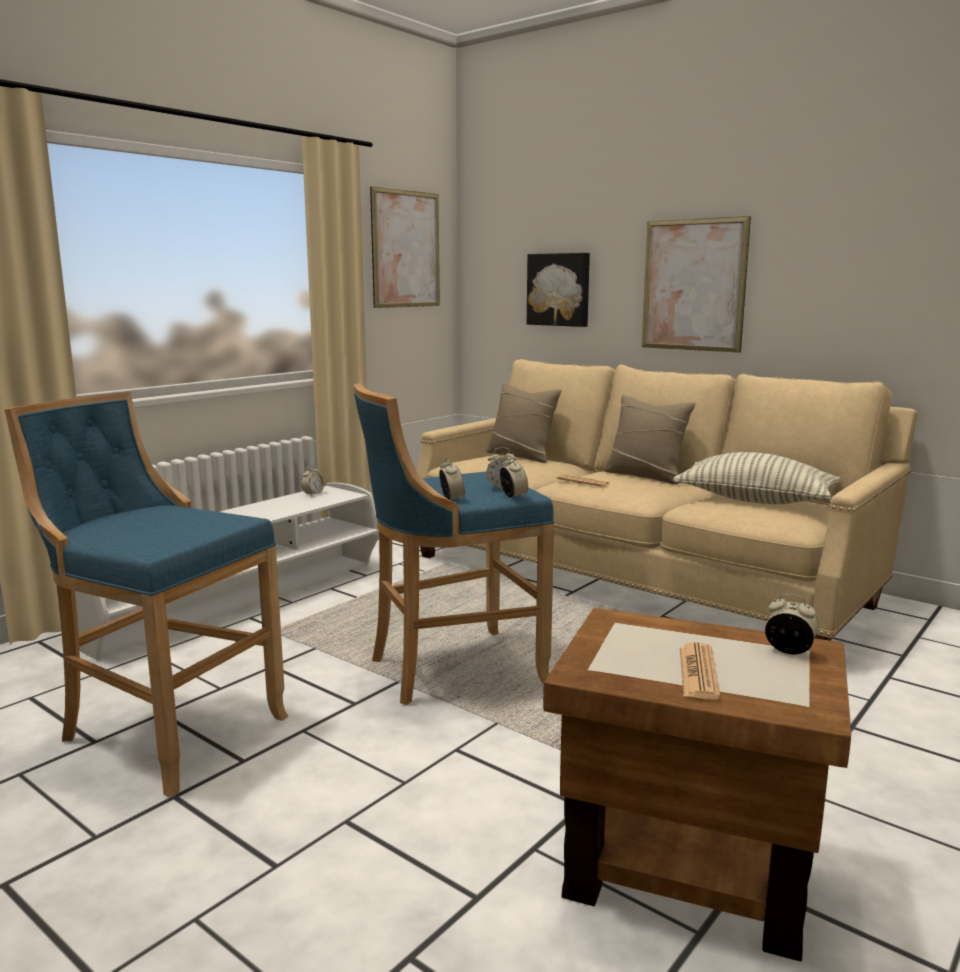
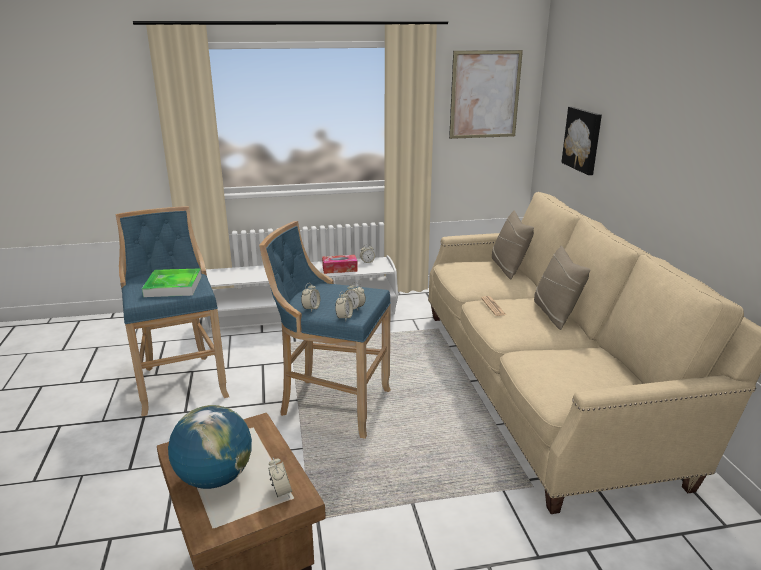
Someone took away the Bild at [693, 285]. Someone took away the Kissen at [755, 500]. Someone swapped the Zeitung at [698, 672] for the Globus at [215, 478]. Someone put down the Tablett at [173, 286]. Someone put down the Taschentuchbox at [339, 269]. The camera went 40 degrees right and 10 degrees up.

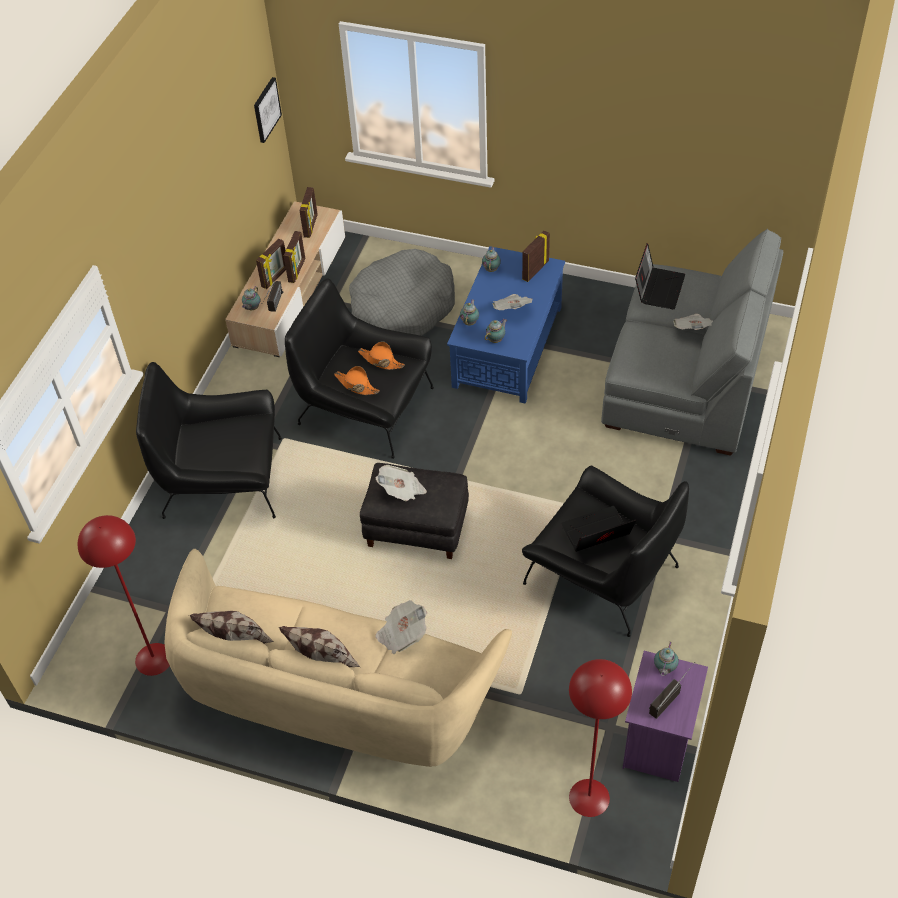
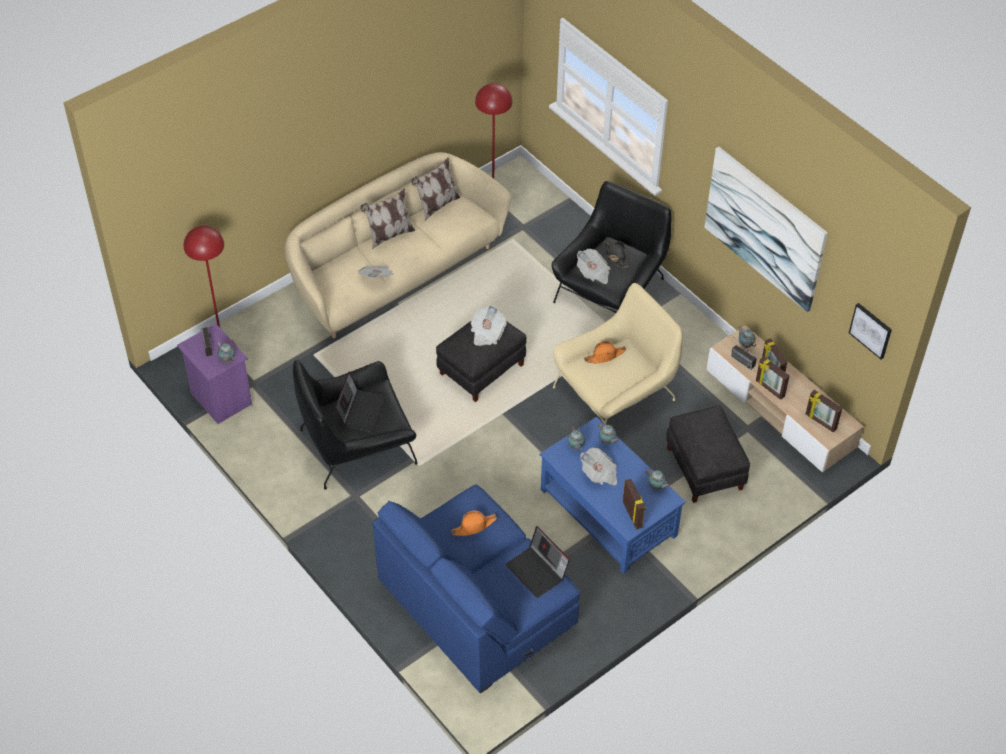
Someone repainted the Sessel (schwarz) at [364, 407], which became the Sessel (beige) at [615, 394]. Someone swapped the Hundebett (grau) at [402, 308] for the Polsterhocker (schwarz) at [705, 468]. Someone carried the Hut (orange) from [381, 361] to [474, 526]. Someone repainted the Sofa (grau) at [684, 381], which became the Sofa (blau) at [477, 605]. Someone carried the Zeitung from [692, 330] to [593, 273]. Someone put down the Hut (schwarz) at [615, 256]. Someone put up the Bild at [764, 228]. The camera went 120 degrees right and 0 degrees up.

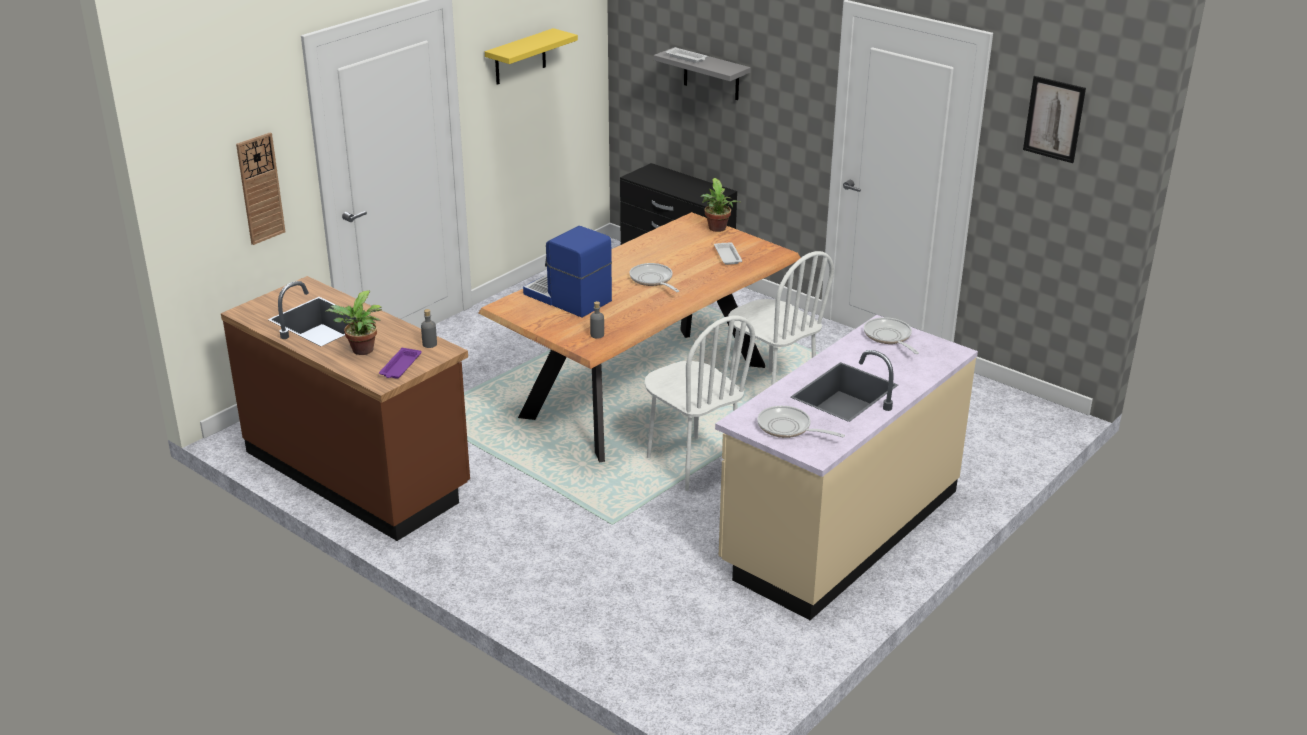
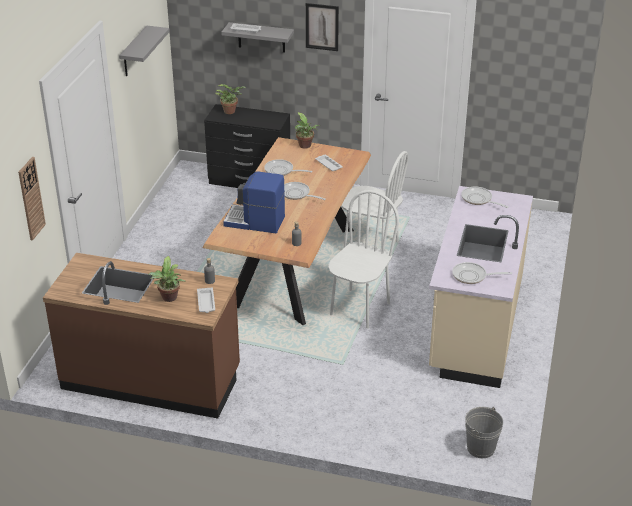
Someone repainted the Tablett (lila) at [400, 367], which became the Tablett (weiß) at [206, 303]. Someone repainted the Wandregal (gelb) at [520, 57], which became the Wandregal (grau) at [134, 52]. Someone rotated the Stuhl (weiß) at [692, 463] by 90 degrees counterclockwise. Someone carried the Bild from [1054, 119] to [322, 27]. Someone put down the Topfpflanze at [231, 111]. Someone put down the Pfanne at [281, 171]. Someone put down the Eimer (grau) at [481, 448]. The camera went 25 degrees left and 5 degrees up.

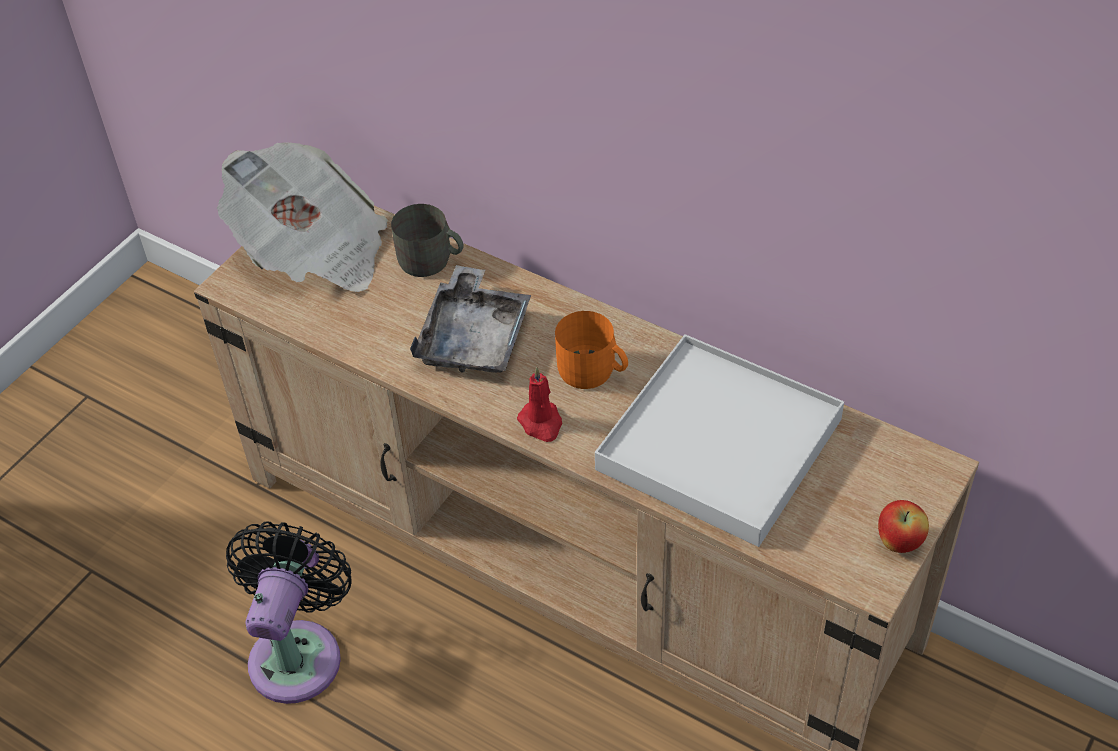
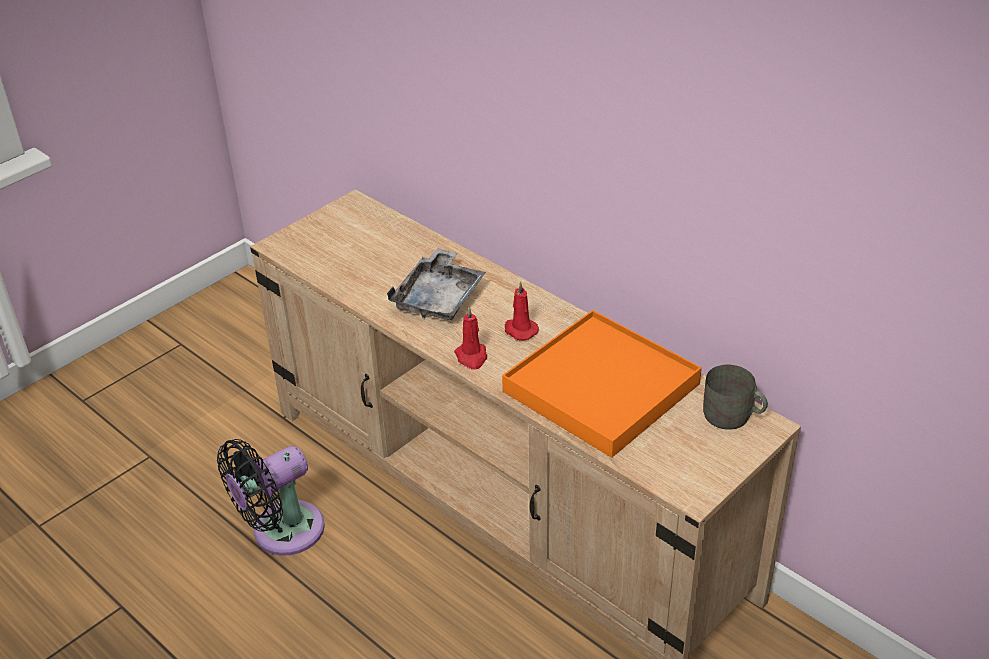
Someone took away the Zeitung at [313, 250]. Someone rotated the Ventilator (schwarz) at [298, 652] by 150 degrees counterclockwise. Someone carried the Henkelbecher (grau) from [431, 261] to [733, 416]. Someone swapped the Henkelbecher (orange) at [592, 372] for the Kerze (rot) at [519, 330]. Someone repainted the Tablett (weiß) at [719, 444], which became the Tablett (orange) at [601, 387]. Someone took away the Apfel at [899, 542]. The camera went 10 degrees right and 10 degrees down.

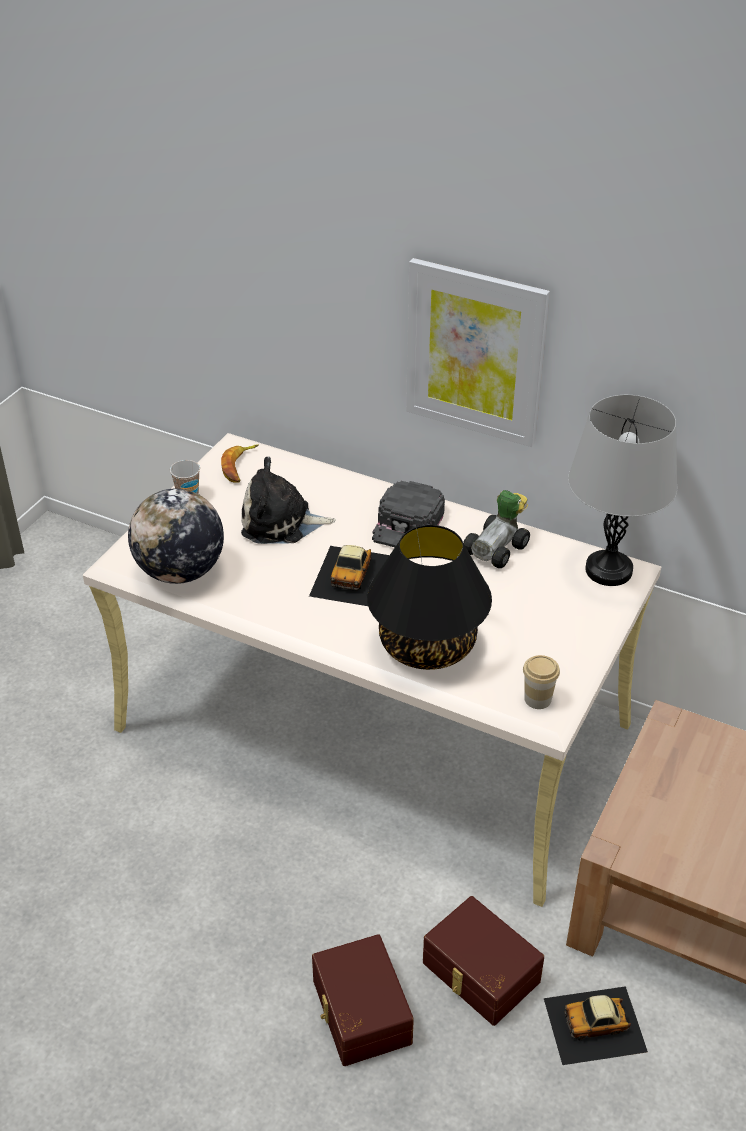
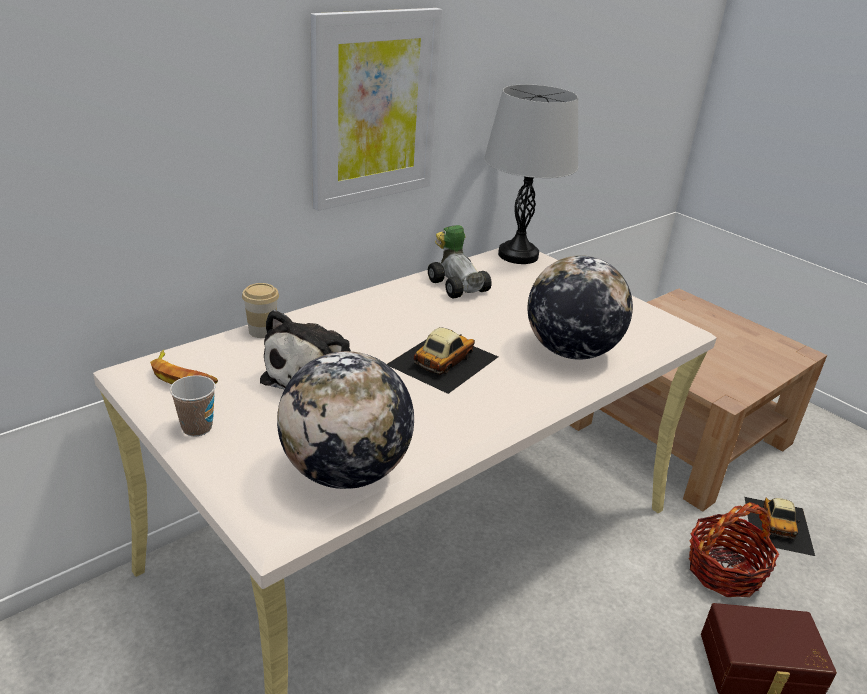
Someone rotated the Spielzeugauto at [352, 575] by 90 degrees counterclockwise. Someone swapped the Tischlampe (schwarz) at [428, 645] for the Globus at [570, 351]. Someone took away the Kappe (schwarz) at [408, 523]. Someone swapped the Aufbewahrungsbox (braun) at [479, 973] for the Korb at [724, 571]. Someone carried the Tasse from [537, 699] to [262, 331]. The camera went 70 degrees left and 10 degrees down.

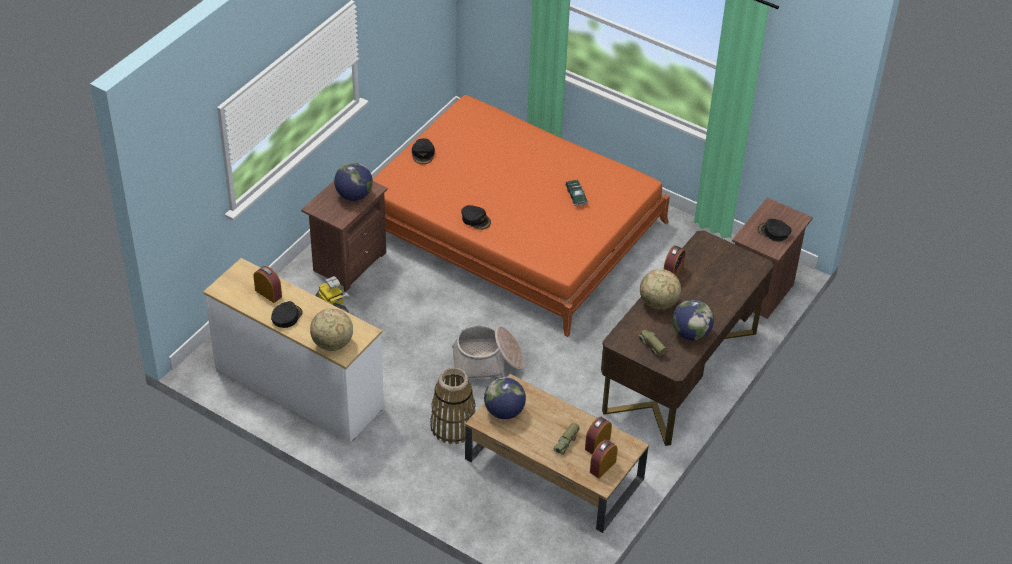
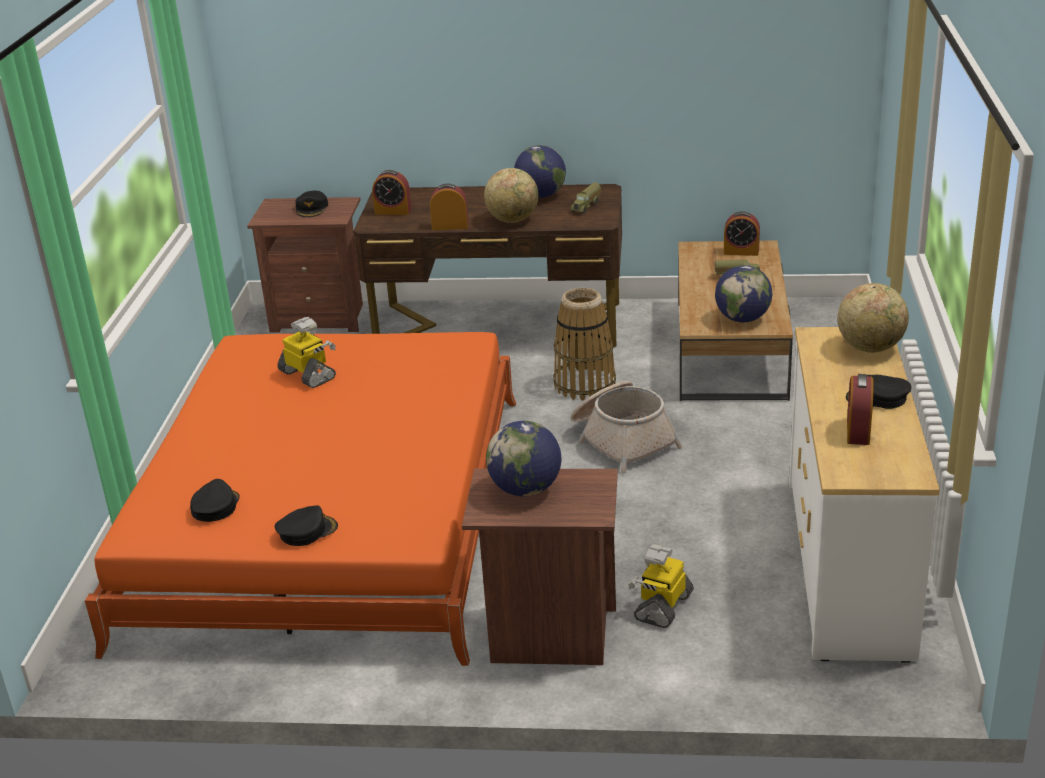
Someone carried the Korb from [453, 426] to [585, 384]. Someone carried the Kappe (schwarz) from [476, 219] to [215, 506]. Someone swapped the Spielzeugauto at [576, 196] for the Spielzeugroboter at [308, 375]. Someone carried the Wecker from [597, 444] to [393, 211]. The camera went 115 degrees left and 15 degrees down.

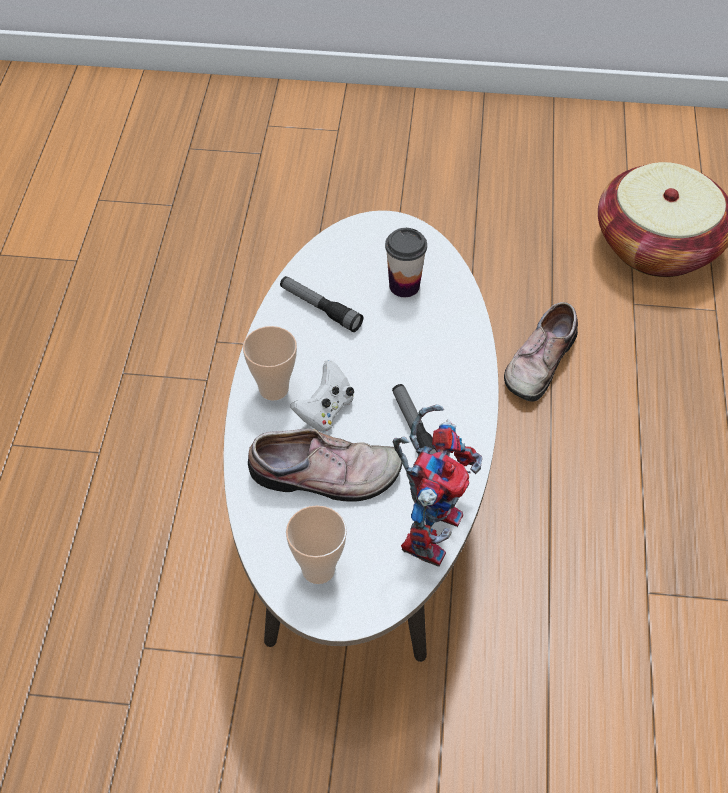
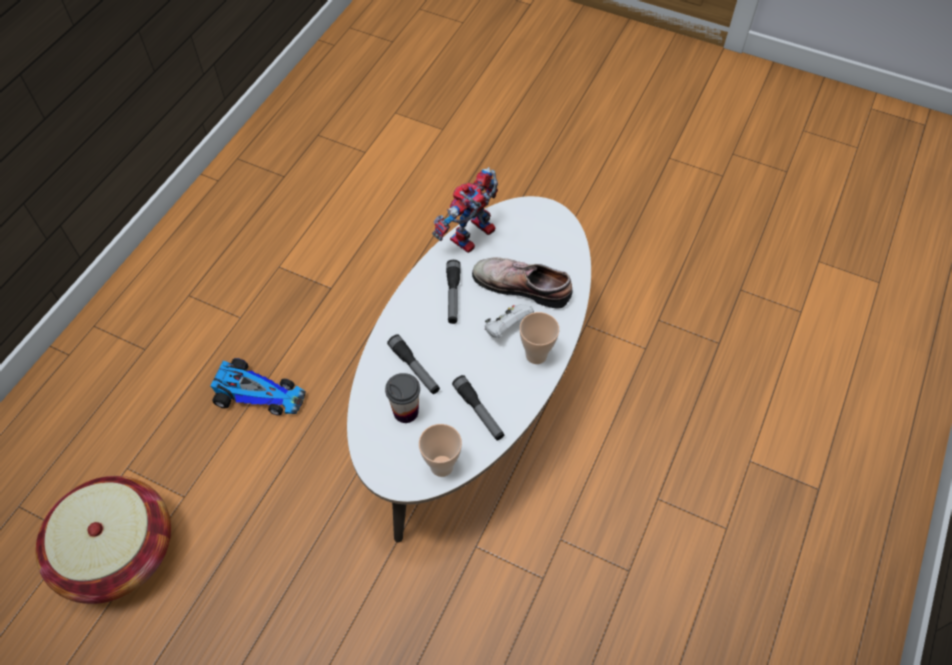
Someone carried the Tasse from [318, 569] to [442, 466]. Someone took away the Schuh at [537, 361]. Someone put down the Spielzeugauto at [259, 393]. Someone put down the Taschenlampe at [414, 368]. The camera went 160 degrees left and 5 degrees up.

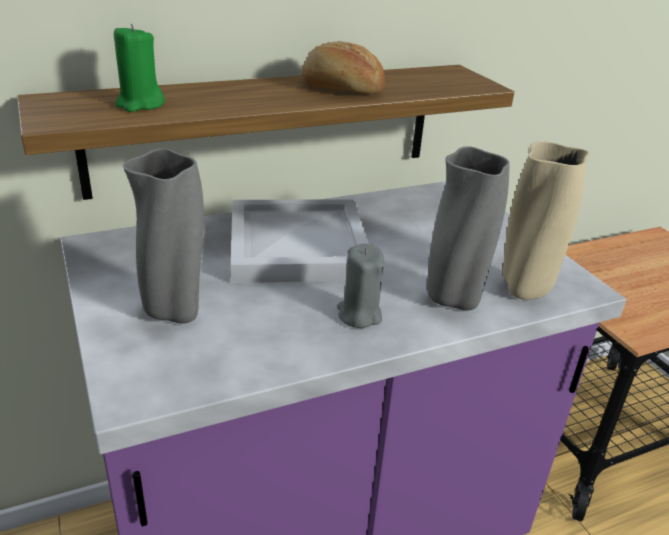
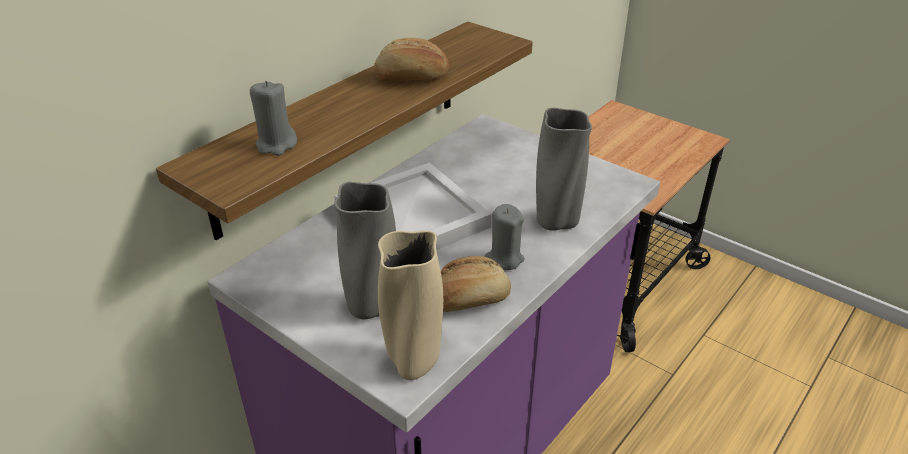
Someone repainted the Kerze (grün) at [139, 104], which became the Kerze (grau) at [276, 145]. Someone carried the Vase (beige) from [525, 289] to [414, 363]. Someone put down the Brot at [469, 299]. The camera went 25 degrees left and 5 degrees up.

